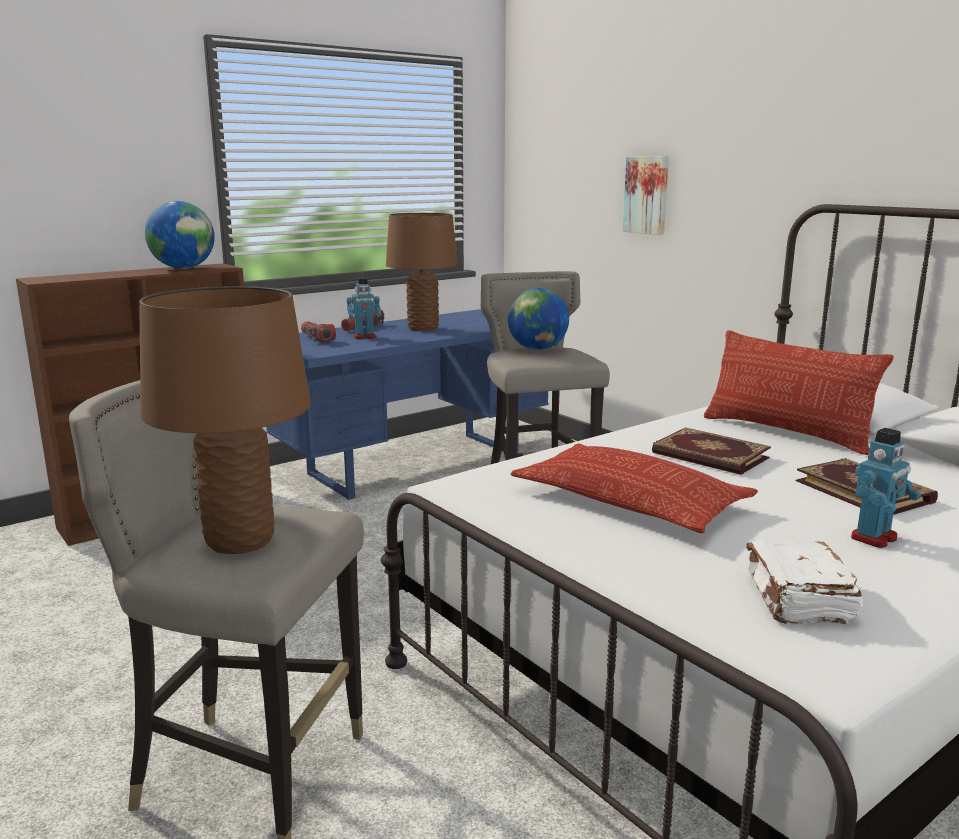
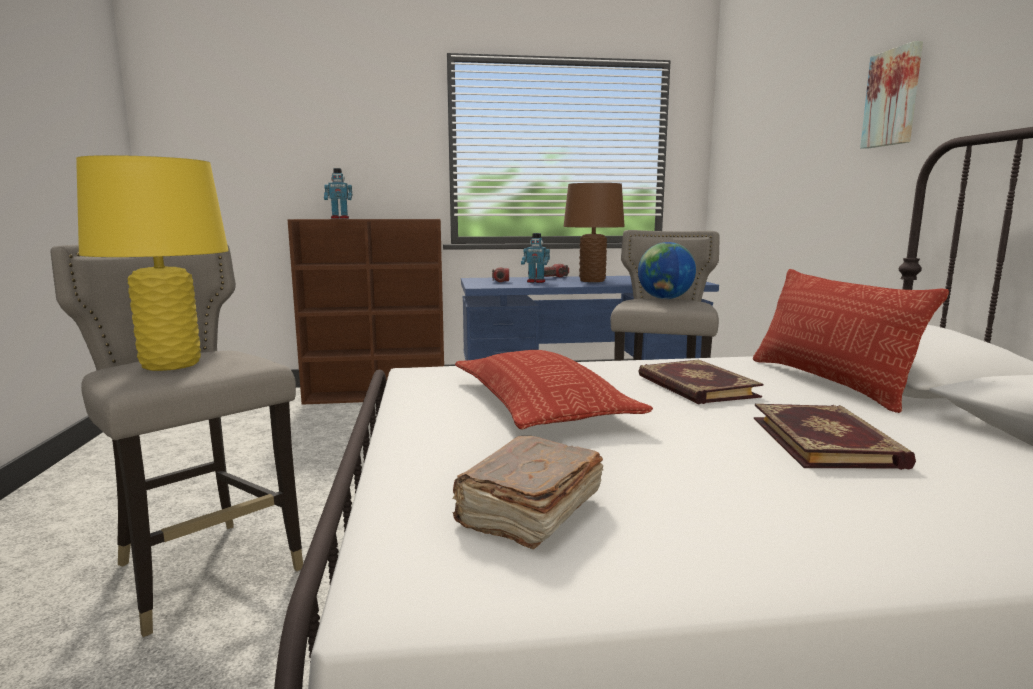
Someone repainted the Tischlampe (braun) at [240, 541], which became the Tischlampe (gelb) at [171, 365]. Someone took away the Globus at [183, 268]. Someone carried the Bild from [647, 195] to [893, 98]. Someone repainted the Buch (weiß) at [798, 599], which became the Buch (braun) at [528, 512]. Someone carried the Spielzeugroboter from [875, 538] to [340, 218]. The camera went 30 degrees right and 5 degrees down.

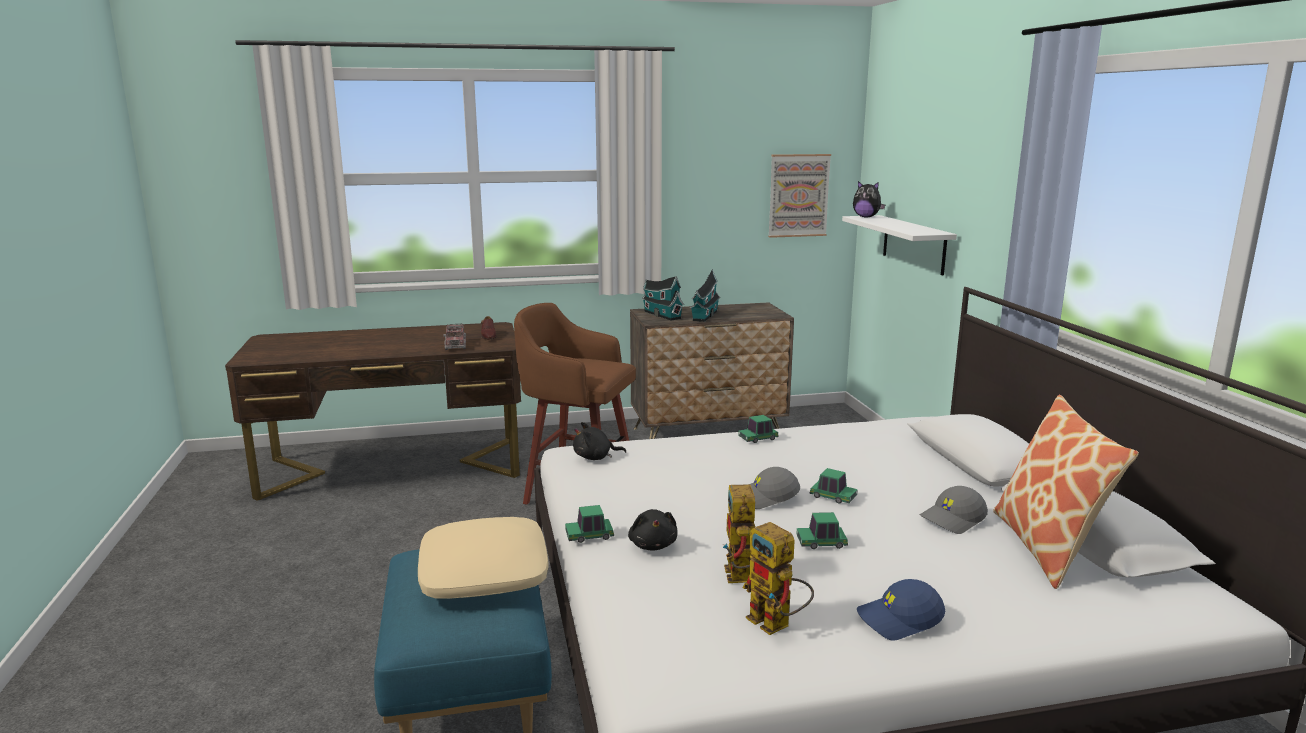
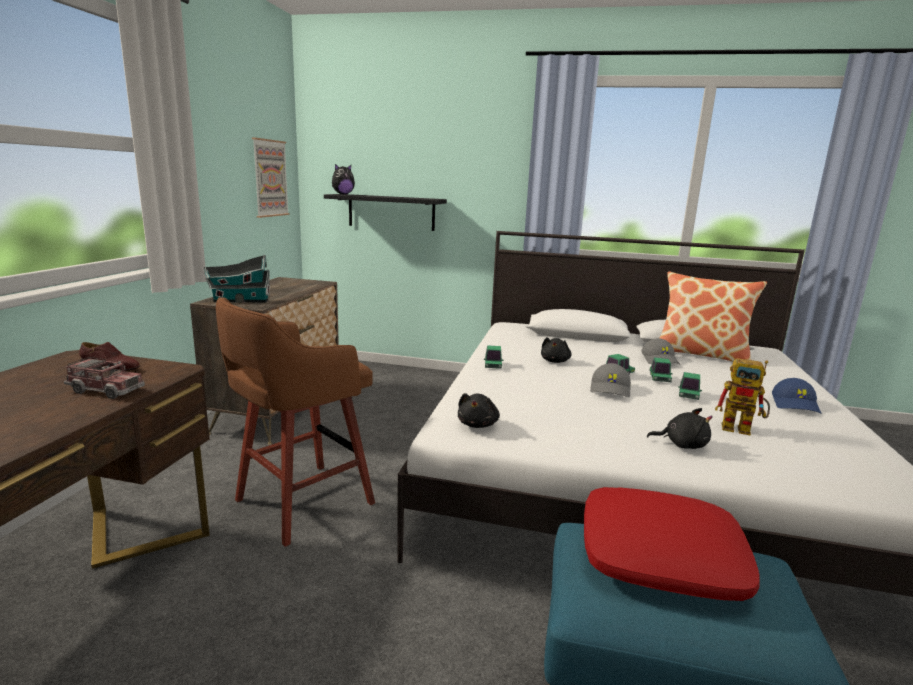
Someone repainted the Kissen (beige) at [485, 573], which became the Kissen (rot) at [661, 556]. Someone carried the Spielzeugauto from [589, 536] to [659, 378]. Someone took away the Spielzeughaus at [704, 316]. Someone took away the Spielzeugroboter at [777, 625]. Someone repainted the Wandregal (weiß) at [913, 244], which became the Wandregal (schwarz) at [391, 212]. Someone put down the Plüschtier (schwarz) at [555, 361]. The camera went 65 degrees left and 0 degrees up.

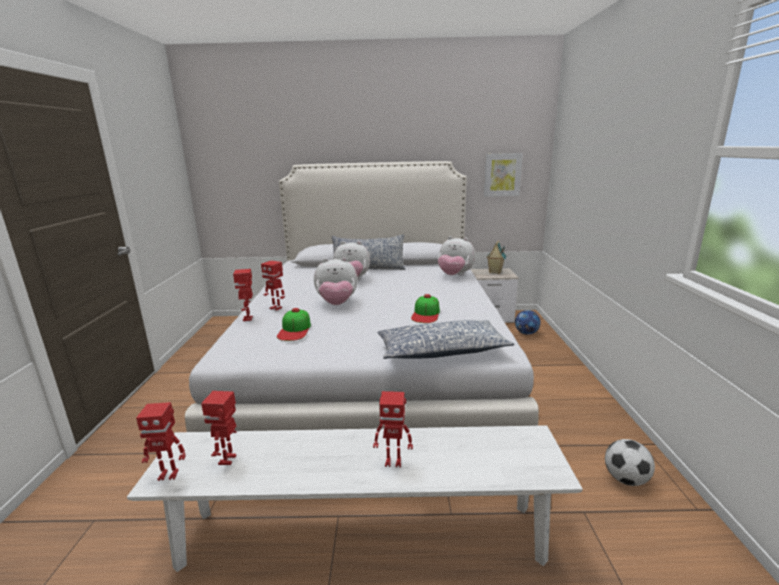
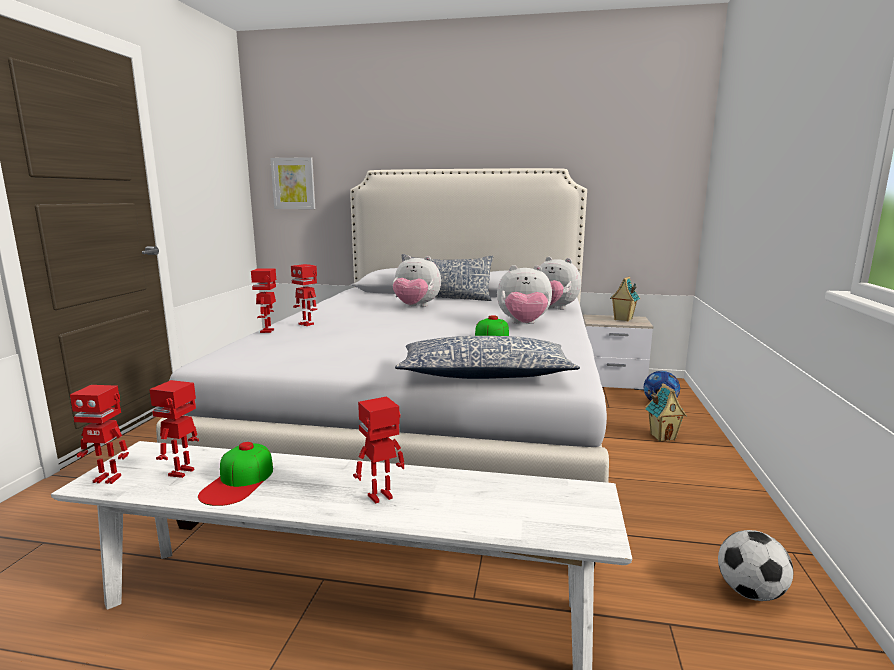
Someone carried the Kappe from [295, 330] to [239, 482]. Someone carried the Plüschtier from [337, 304] to [523, 324]. Someone rotated the Spielzeugroboter at [393, 461] by 135 degrees clockwise. Someone carried the Bild from [502, 175] to [293, 183]. Someone put down the Spielzeughaus at [662, 436]. The camera went 10 degrees right and 5 degrees down.

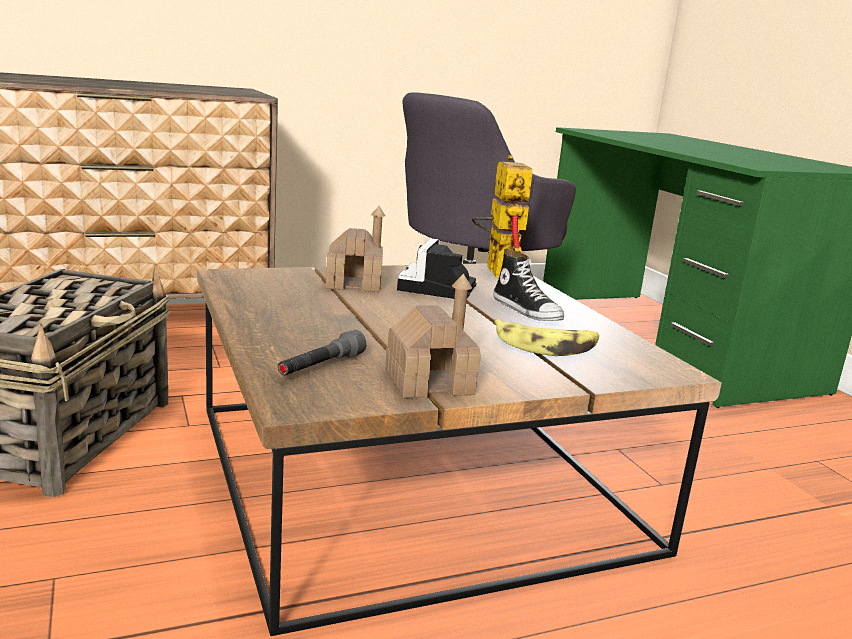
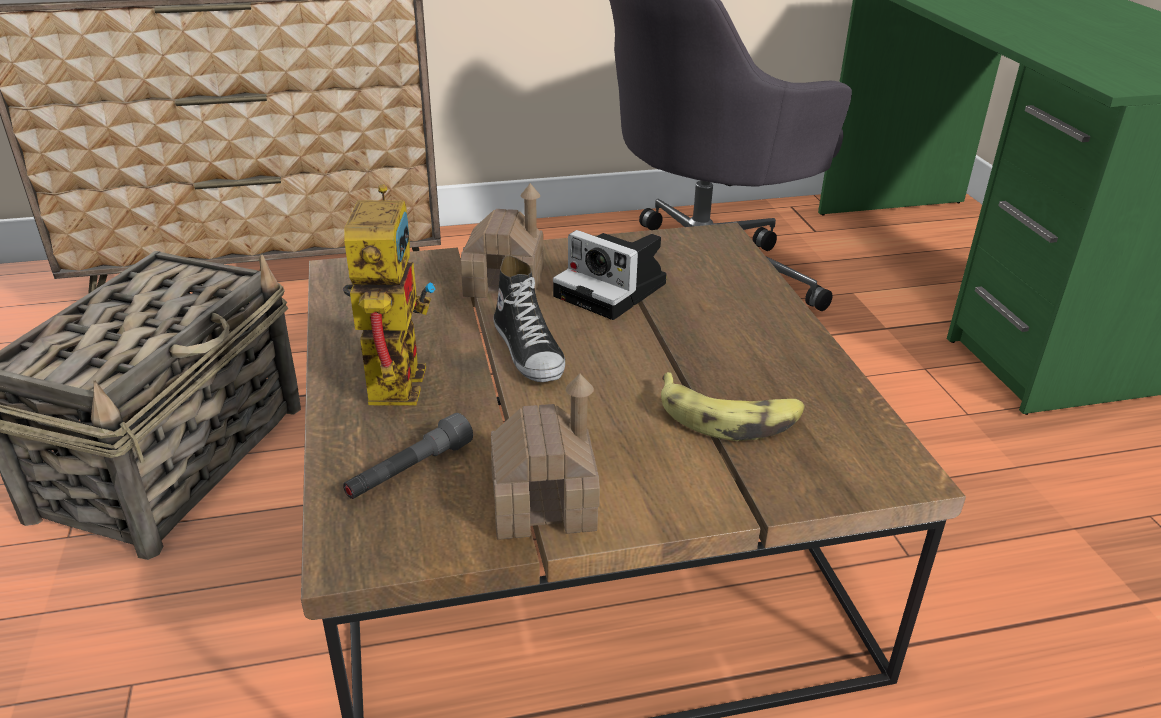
Someone rotated the Kamera at [437, 289] by 75 degrees counterclockwise. Someone carried the Spielzeugroboter from [496, 269] to [392, 375]. Someone carried the Schuh from [527, 311] to [529, 350]. The camera went 10 degrees right and 15 degrees up.

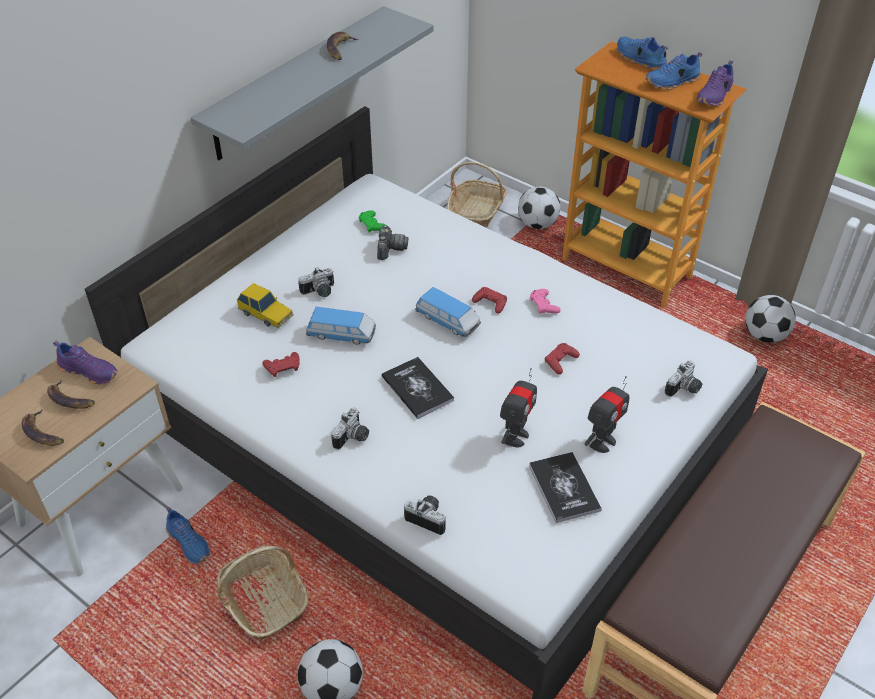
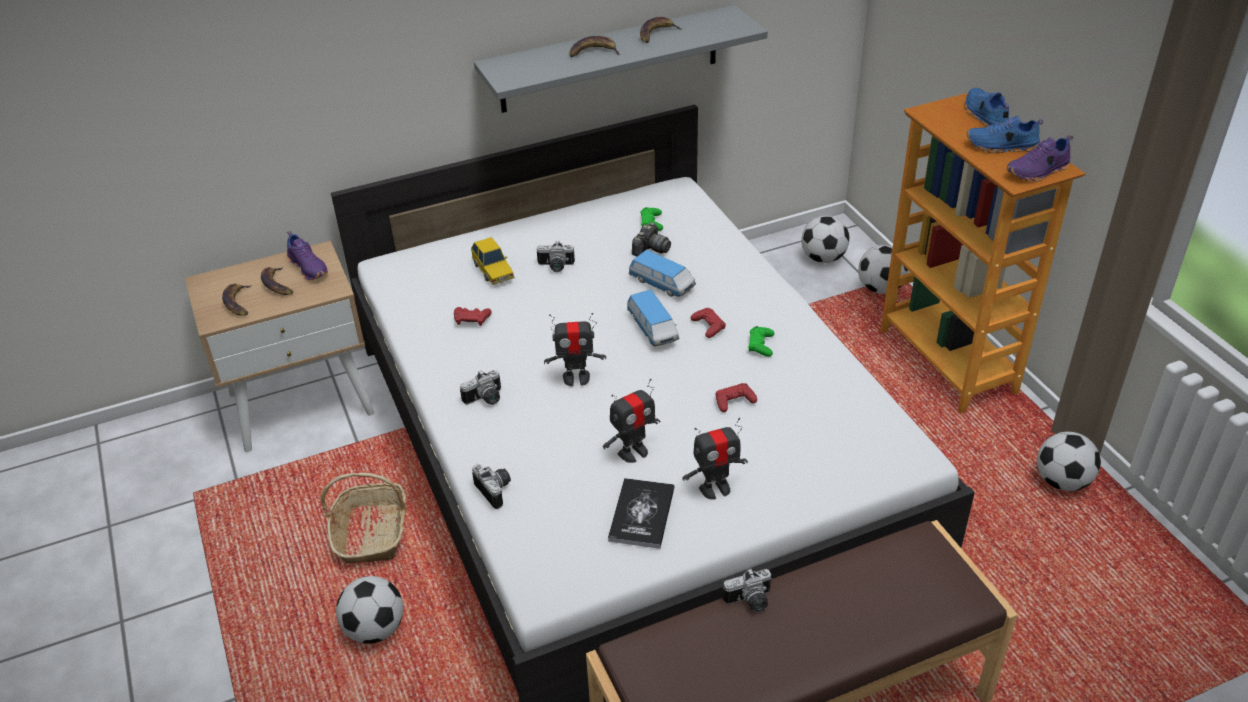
Someone took away the Schuh (blau) at [189, 543]. Someone carried the Spielzeugauto from [341, 334] to [662, 284]. Someone swapped the Buch at [417, 388] for the Spielzeugroboter at [576, 378]. Someone swapped the Korb at [477, 212] for the Fußball at [823, 258]. Someone repainted the Gamepad (rosa) at [544, 305], which became the Gamepad (grün) at [761, 345]. Someone carried the Kamera from [684, 389] to [750, 602]. Someone put down the Banane at [593, 52]. The camera went 30 degrees right and 5 degrees down.

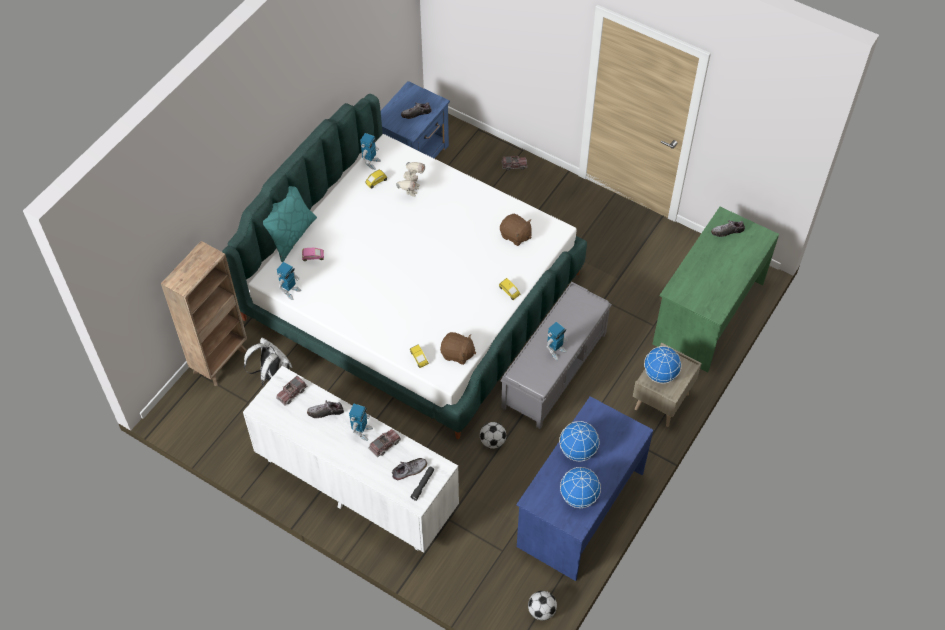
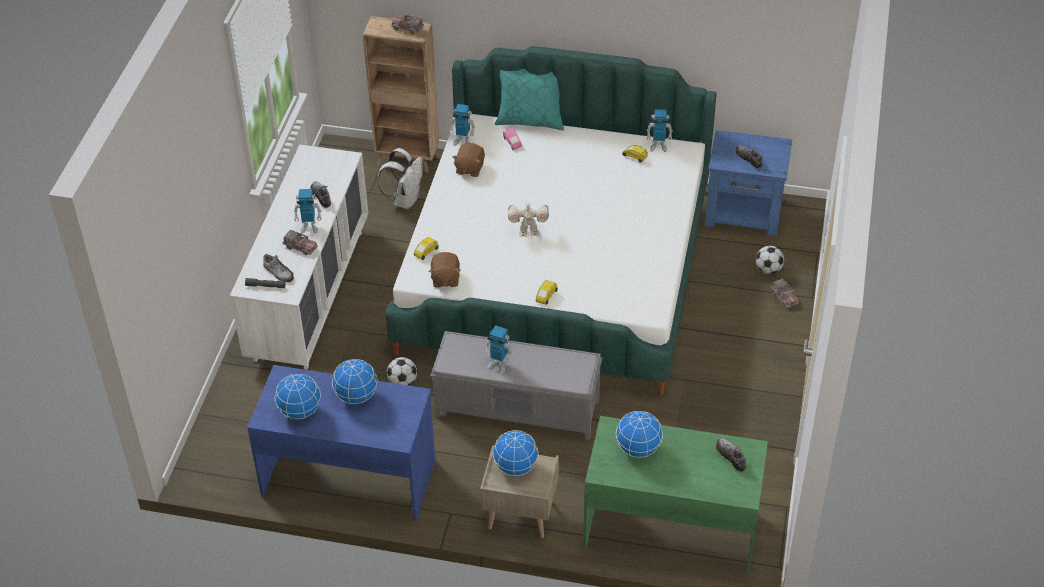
Someone carried the Spielzeuglaster from [292, 393] to [407, 28]. Someone carried the Spielzeugroboter from [411, 190] to [528, 232]. Someone carried the Plüschtier (braun) from [515, 236] to [469, 168]. Someone carried the Fußball from [541, 611] to [768, 269]. Someone put down the Globus at [637, 448]. The camera went 70 degrees right and 10 degrees down.

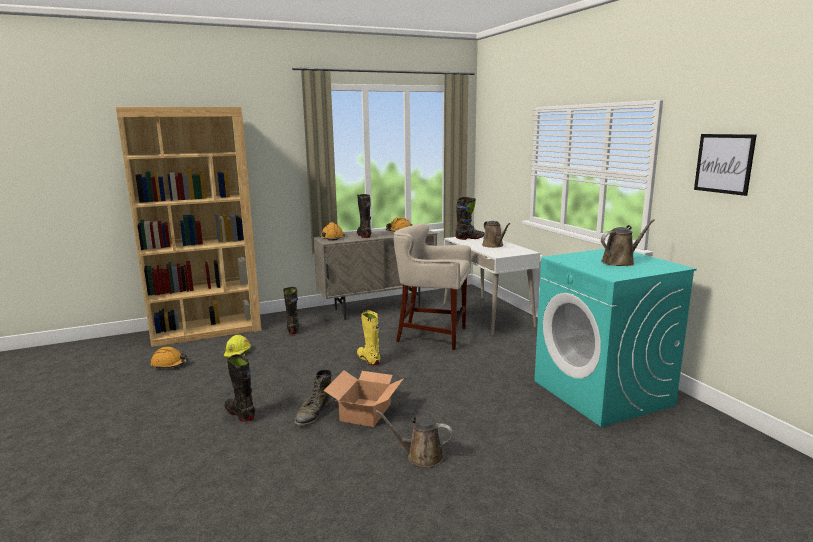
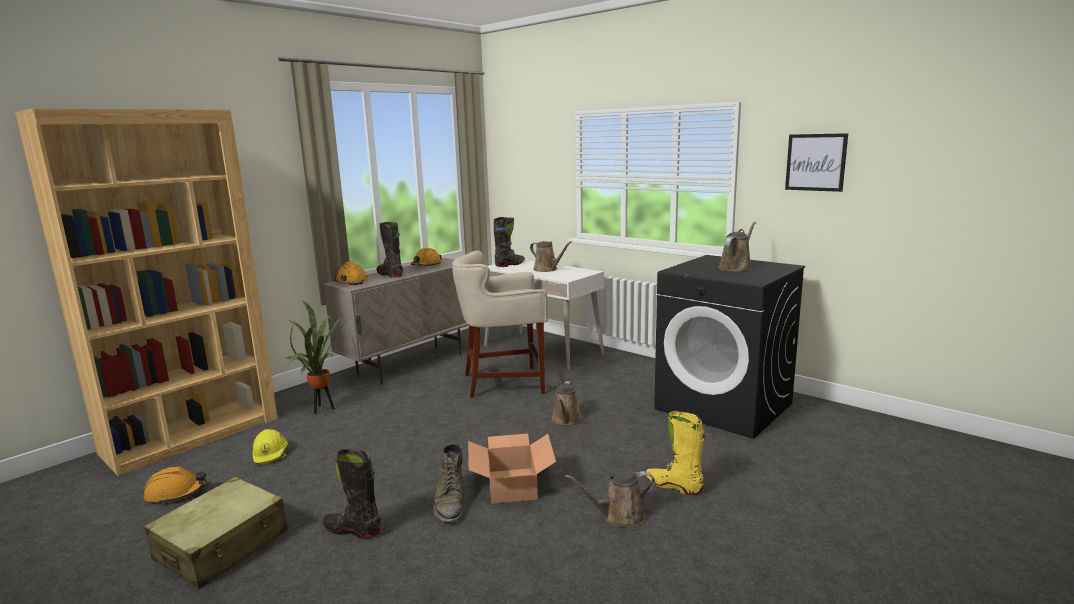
Someone swapped the Stiefel (schwarz) at [293, 329] for the Topfpflanze at [323, 409]. Someone carried the Stiefel (gelb) from [368, 359] to [673, 486]. Someone repainted the Waschmaschine (türkis) at [603, 393], which became the Waschmaschine (schwarz) at [724, 406]. Someone put down the Koffer (beige) at [222, 545]. Someone put down the Gießkanne (braun) at [566, 420]. The camera went 25 degrees left and 0 degrees up.

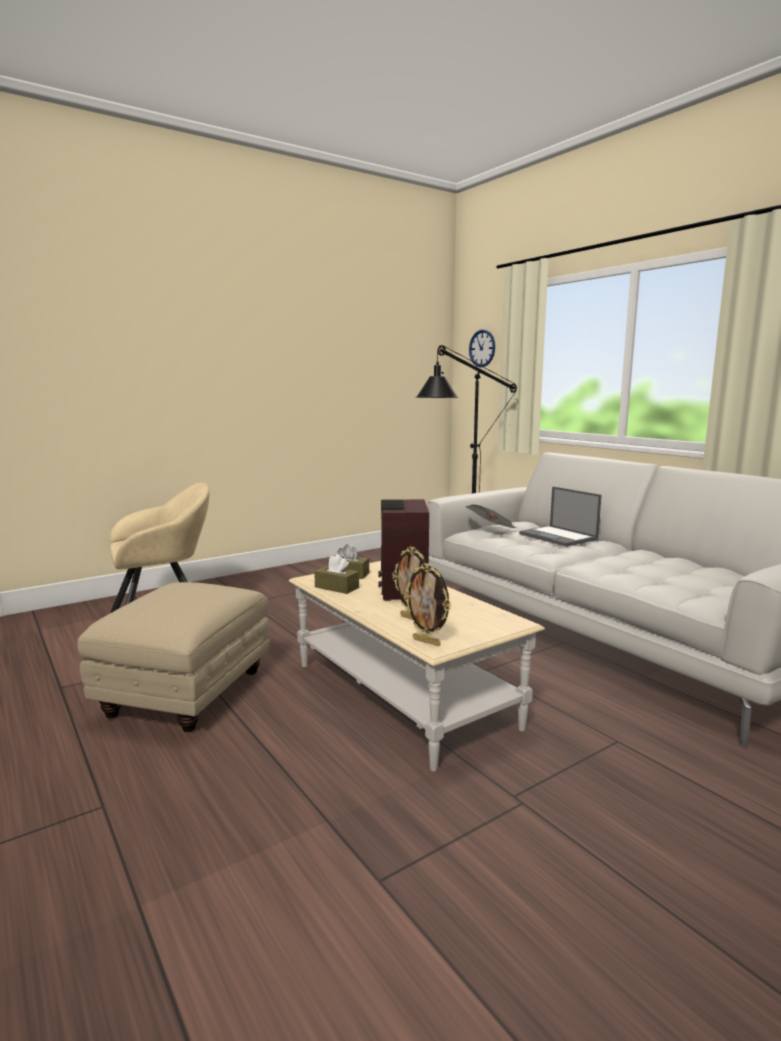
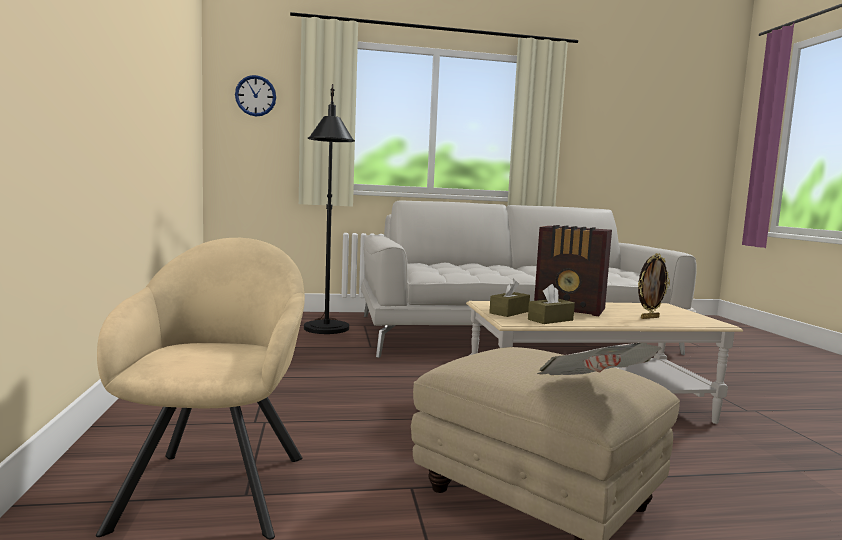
Someone took away the Bilderrahmen at [427, 641]. Someone carried the Zeitung from [492, 530] to [593, 392]. Someone took away the Laptop at [559, 537]. The camera went 65 degrees left and 5 degrees down.

